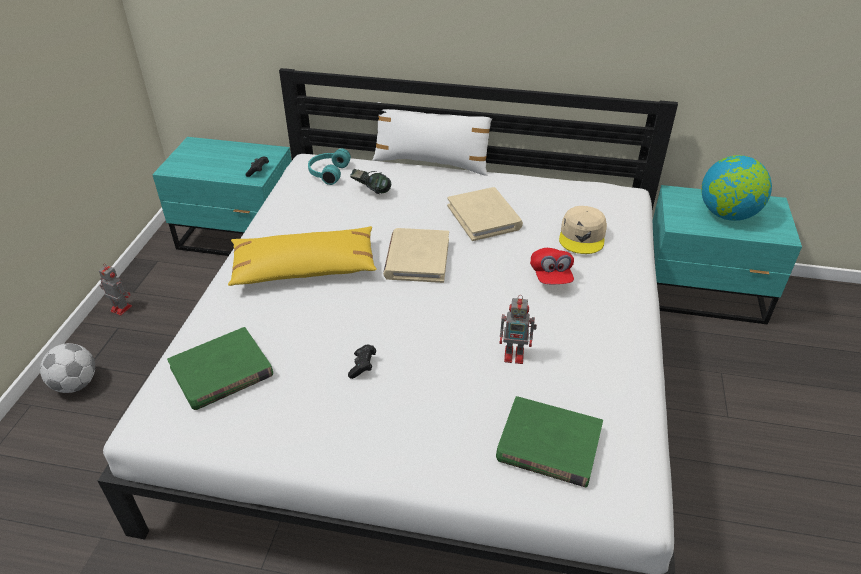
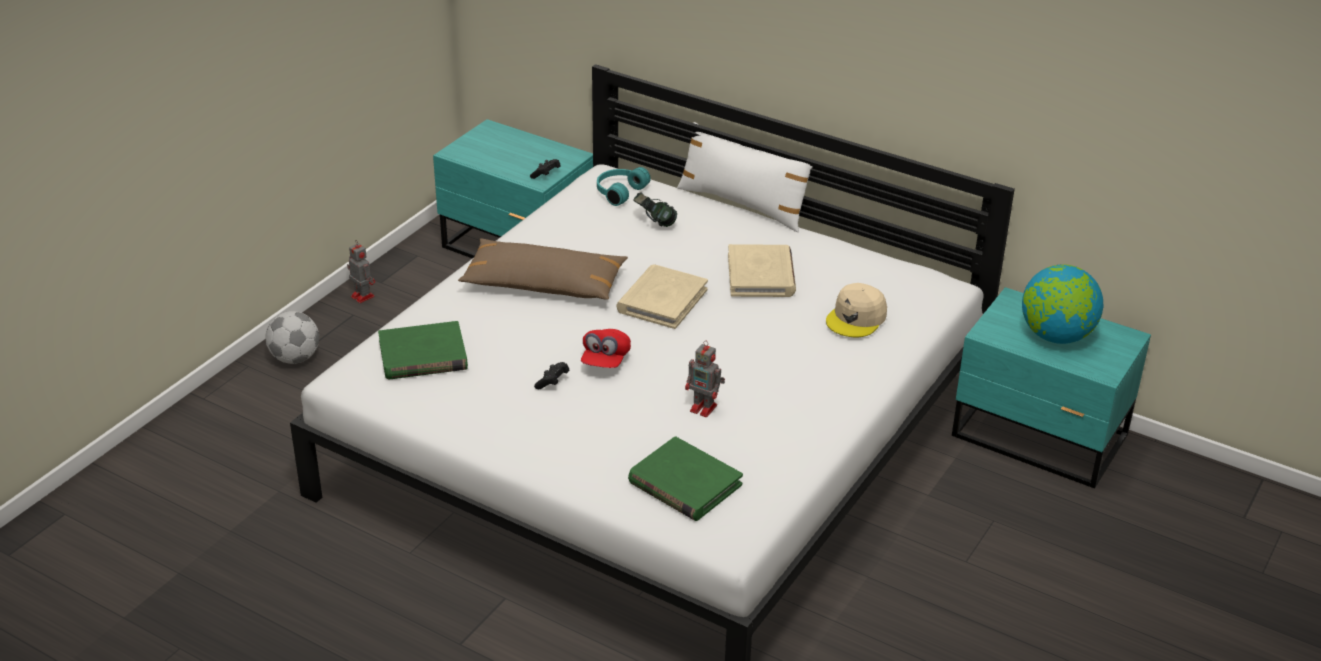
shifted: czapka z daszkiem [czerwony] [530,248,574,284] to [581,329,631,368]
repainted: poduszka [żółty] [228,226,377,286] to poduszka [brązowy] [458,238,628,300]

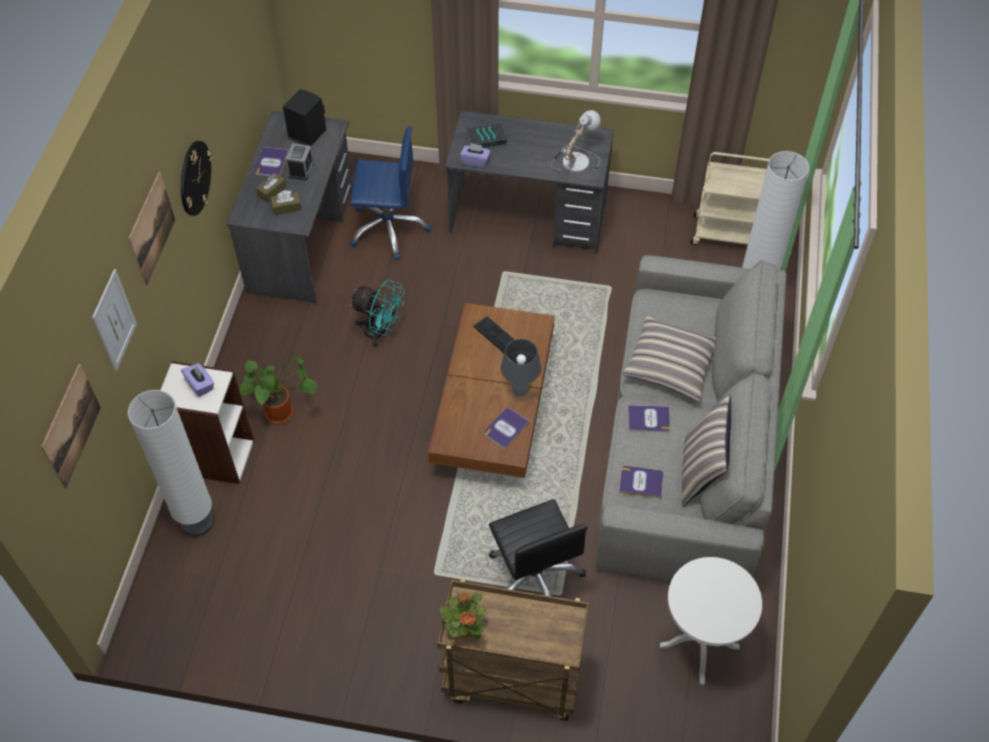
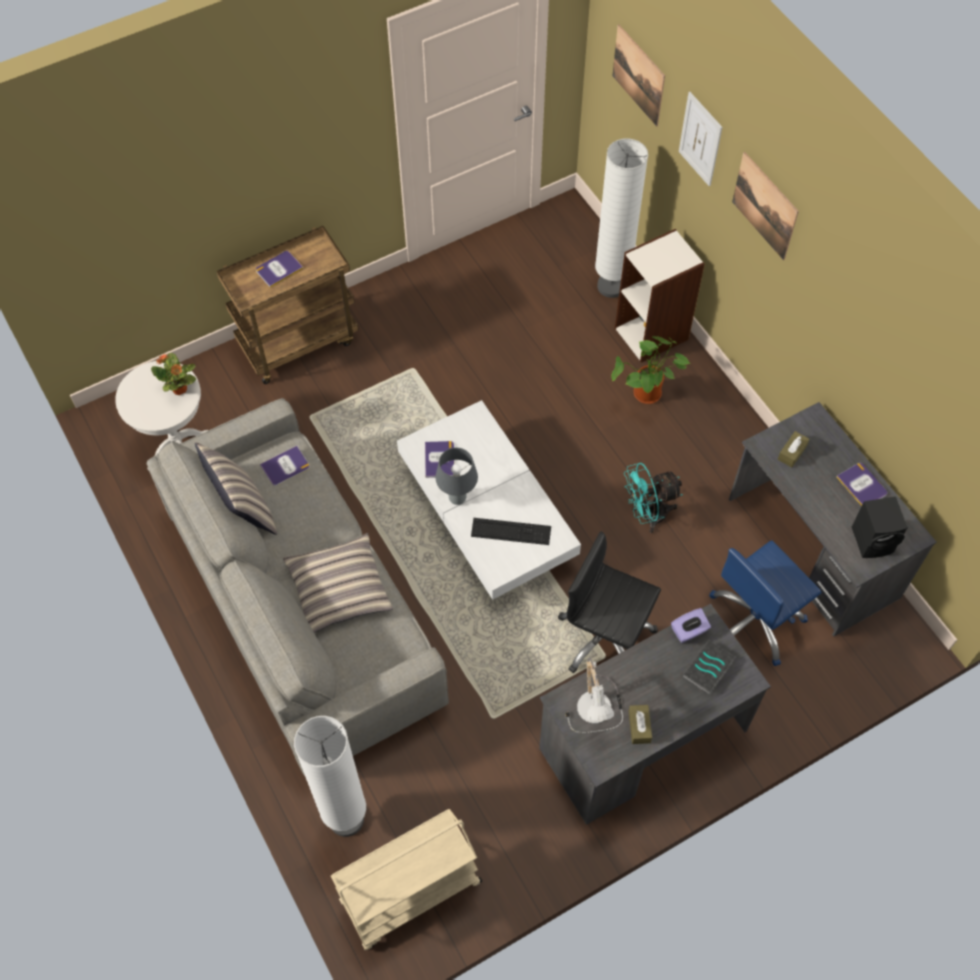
gone: zegar ścienny [181,141,212,216]; pudełko chusteczek [fioletowy] [181,363,214,397]; budzik [286,143,314,180]
shifted: pudełko chusteczek [brązowy] [256,173,286,203] to [629,705,652,744]; roślina doniczkowa [440,593,486,640] to [151,353,196,395]; krzesło biurowe [czarny] [489,499,588,596] to [558,531,661,673]; książka [628,405,670,432] to [256,251,303,288]
repainted: ława [brązowy] [428,303,555,478] to ława [biały] [397,400,581,600]

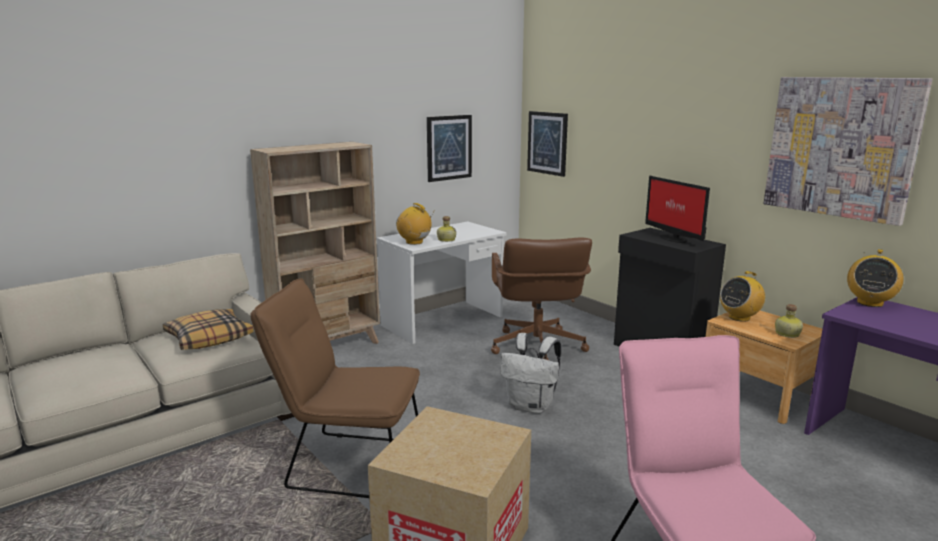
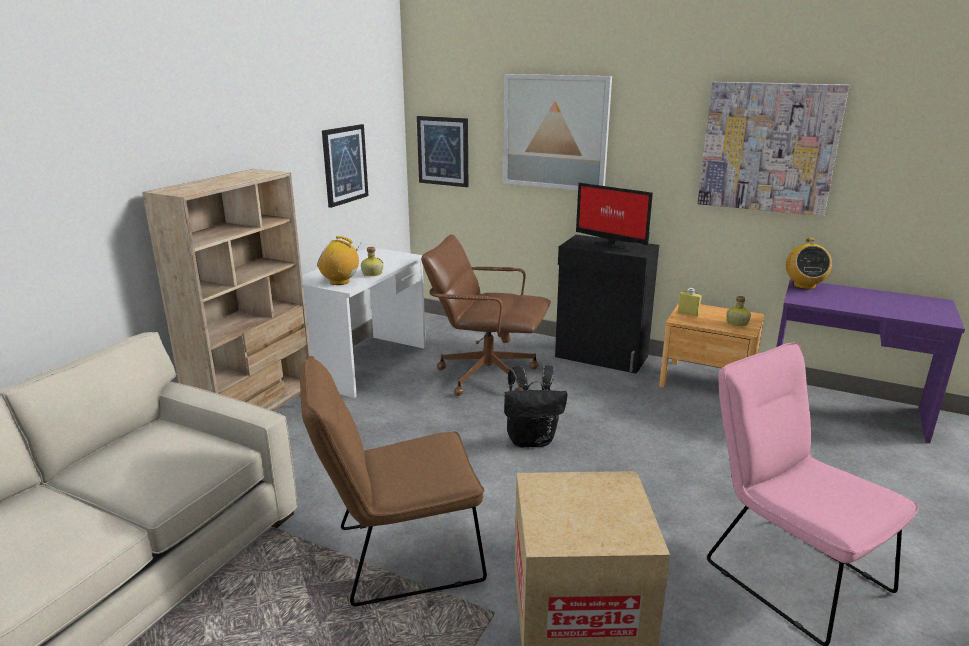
gone: poduszka [163,309,253,350]
new: obraz [503,74,612,190]
swapped: radio [720,271,765,322] to butelka [żółty] [678,288,702,317]
repainted: plecak [biały] [500,333,561,414] to plecak [czarny] [504,365,568,448]
rotated: krzesło biurowe [brązowy] [491,237,592,361] = [421,234,551,396] 135 degrees clockwise

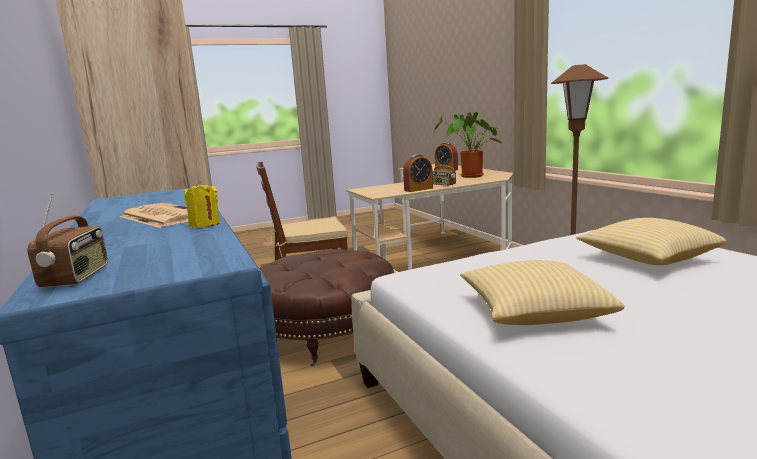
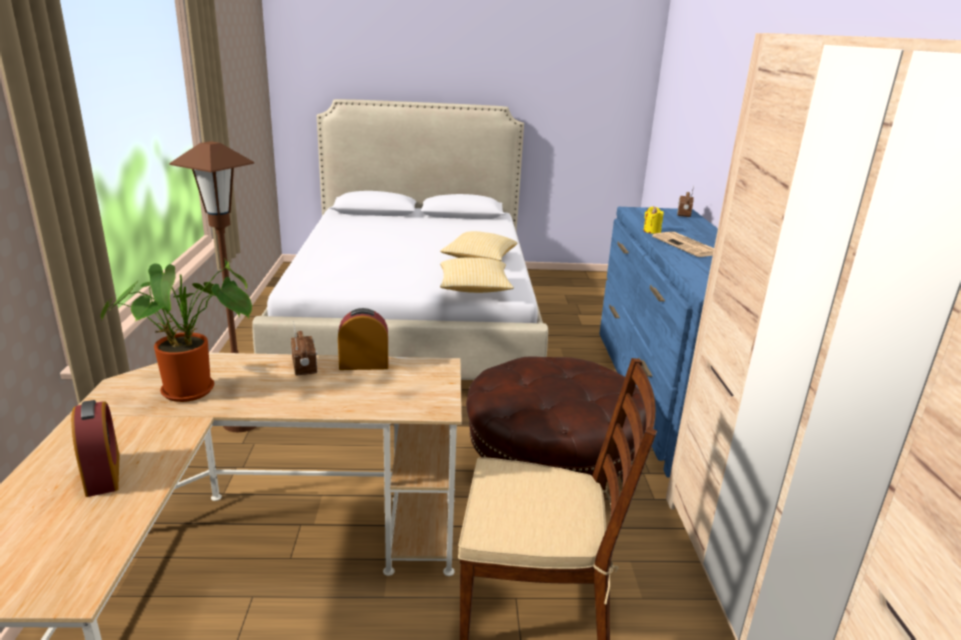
shifted: poduszka [576,218,726,265] to [440,258,514,293]

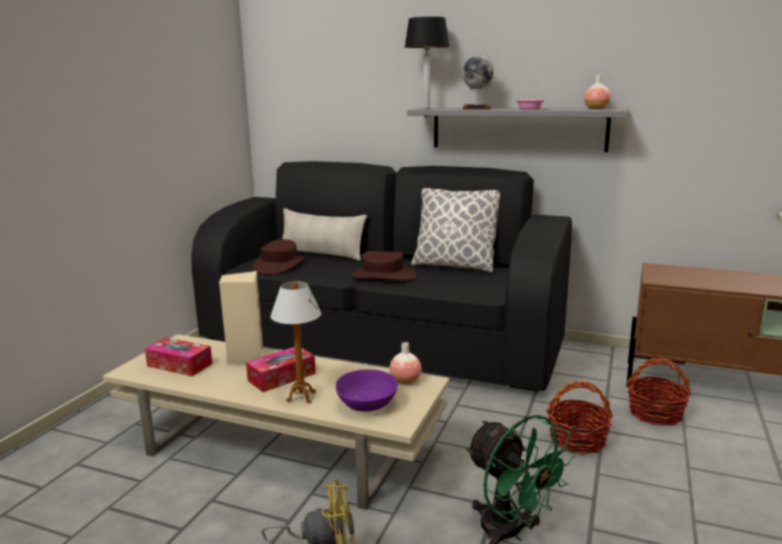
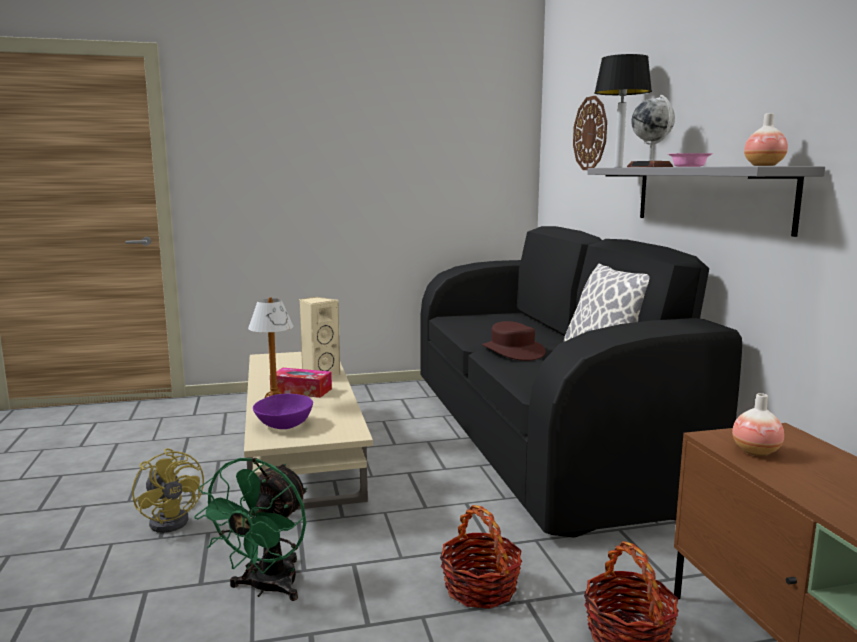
gone: pudełko chusteczek [145,337,212,376]; kapelusz [brązowy] [253,239,305,274]; poduszka [beżowy] [282,208,367,261]
new: zegar ścienny [573,96,607,170]
shifted: wazon [389,342,422,384] to [732,393,784,456]

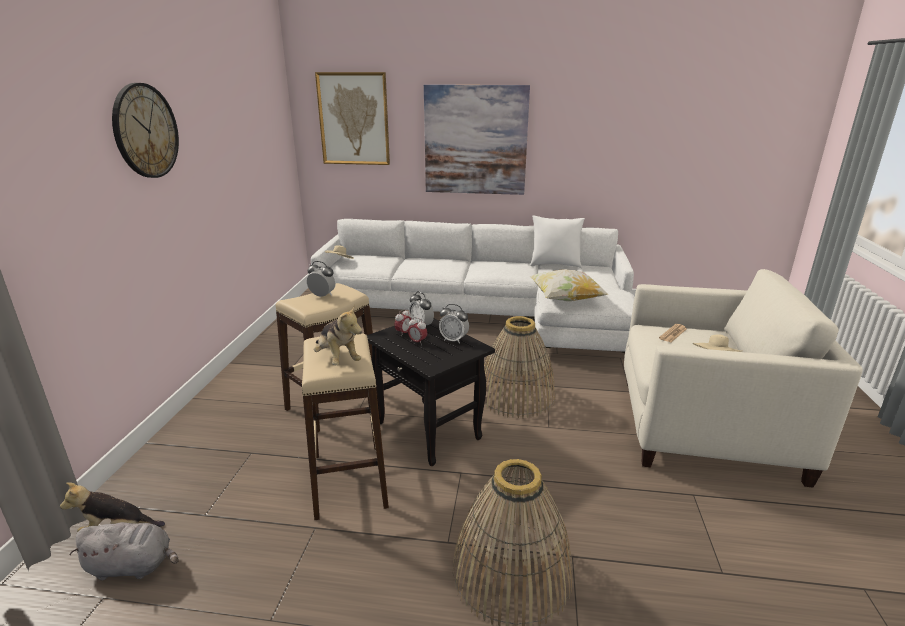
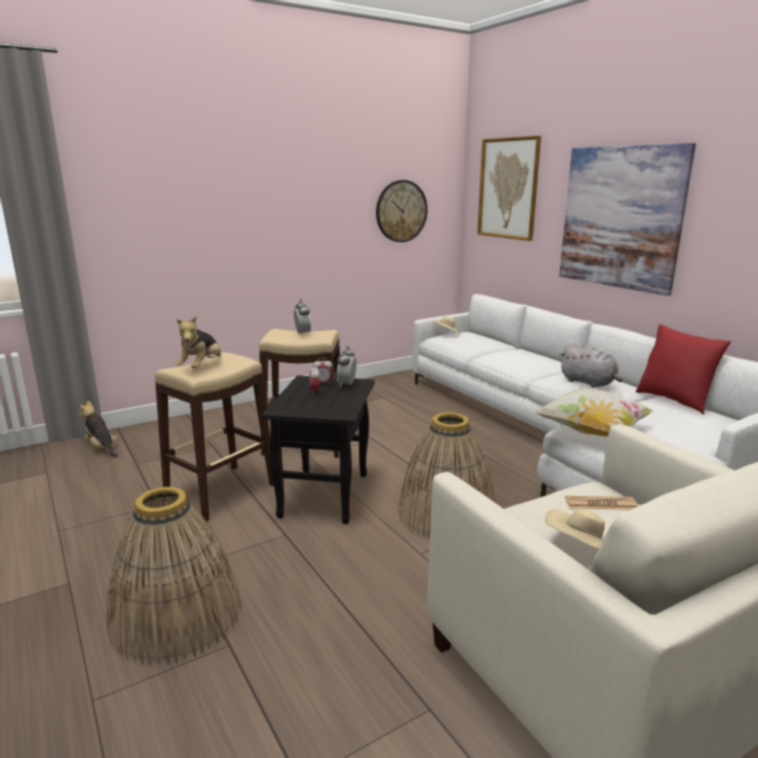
gone: budzik [439,304,469,344]
shifted: pluszak [szary] [69,522,178,580] to [559,343,622,388]; zegar ścienny [112,83,179,178] to [376,180,428,242]
repainted: poduszka [biały] [530,216,585,268] to poduszka [czerwony] [636,324,731,414]

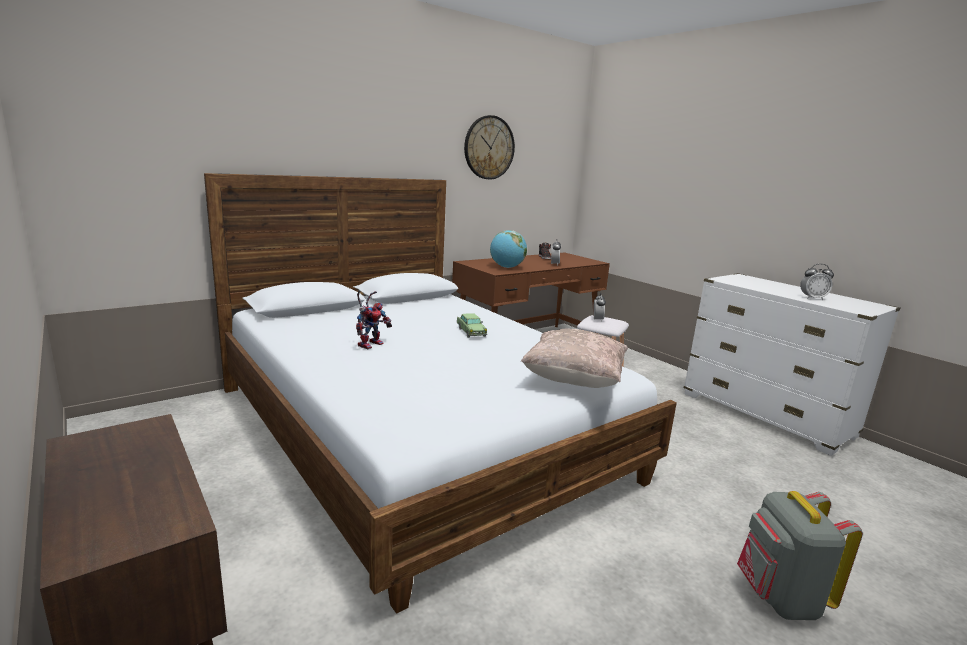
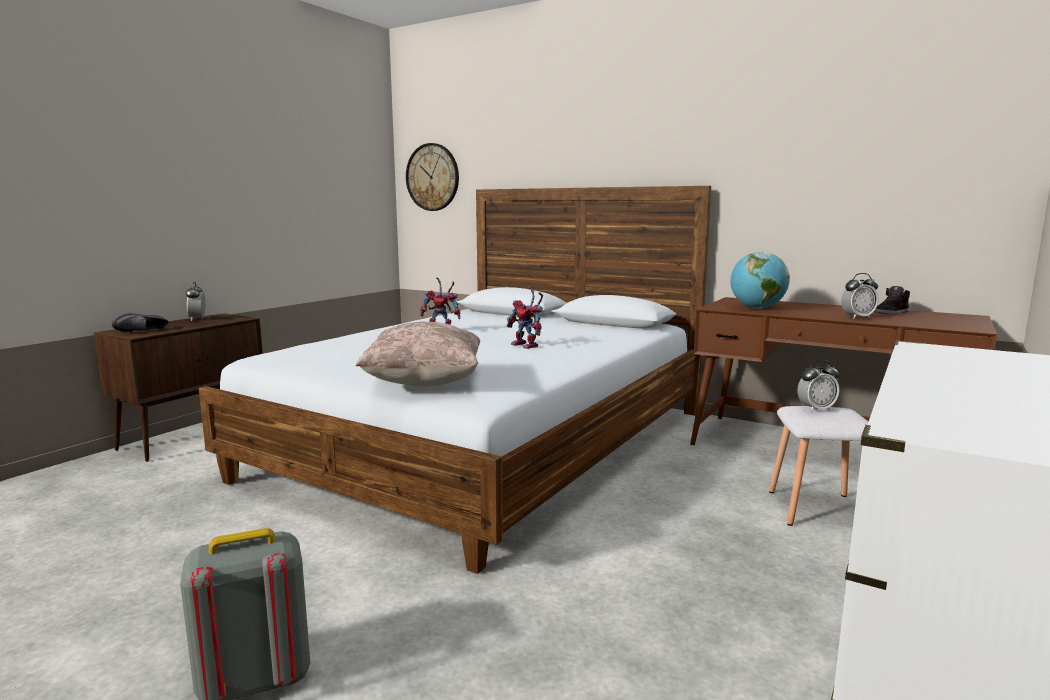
new: but [czarny] [112,313,169,332]
shifted: zegar ścienny [464,115,515,180] to [406,143,459,211]; budzik [800,264,834,300] to [186,282,205,321]
swapped: samochodzik [457,313,487,338] to robot zabawkowy [507,286,543,349]

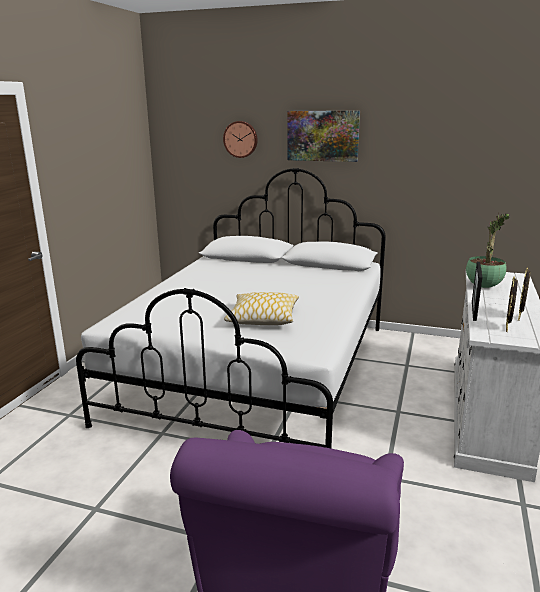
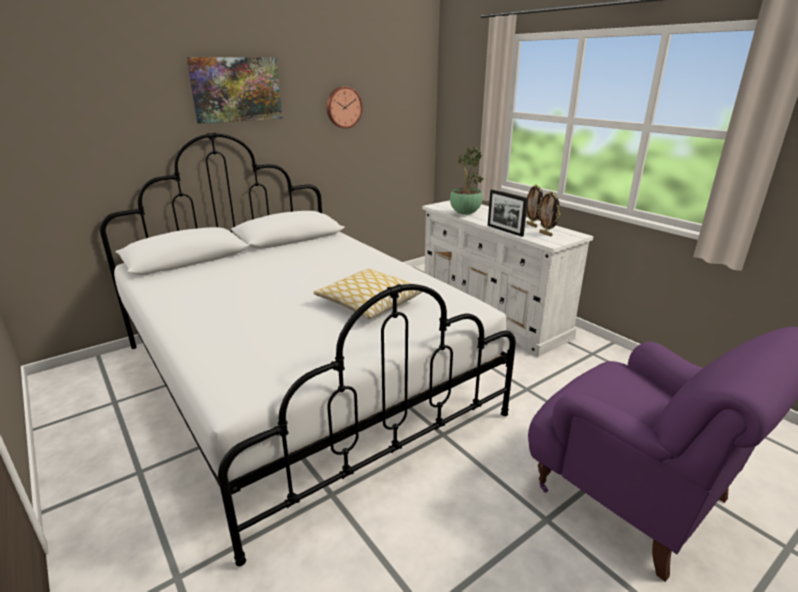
shifted: zegar ścienny [223,121,258,158] to [327,86,363,128]

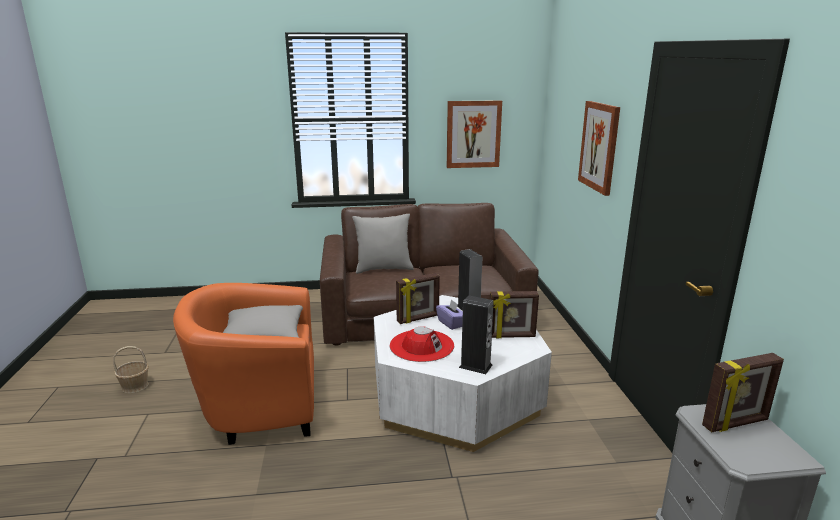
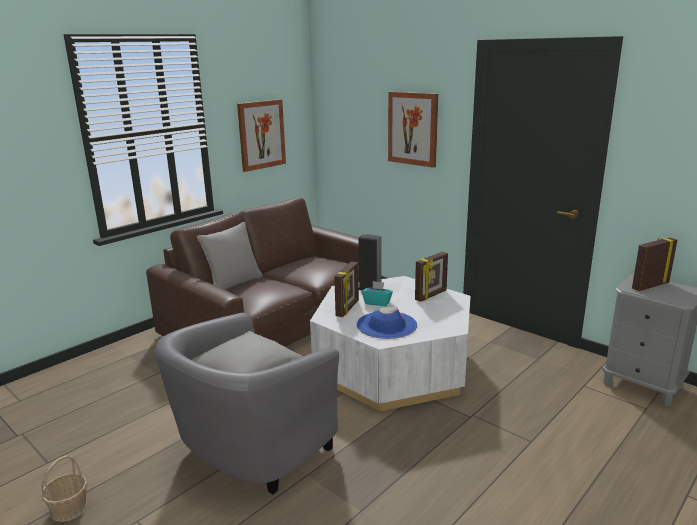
gone: głośnik [459,296,494,374]
repainted: fotel [pomarańczowy] [173,283,314,445] to fotel [szary] [155,313,339,494]; kapelusz [czerwony] [390,326,454,362] to kapelusz [niebieski] [357,306,417,339]; pudełko chusteczek [fioletowy] [436,299,463,330] to pudełko chusteczek [turkusowy] [362,281,393,306]
rotated: ramka na zdjęcie [702,353,784,432] = [632,237,677,291] 150 degrees counterclockwise

